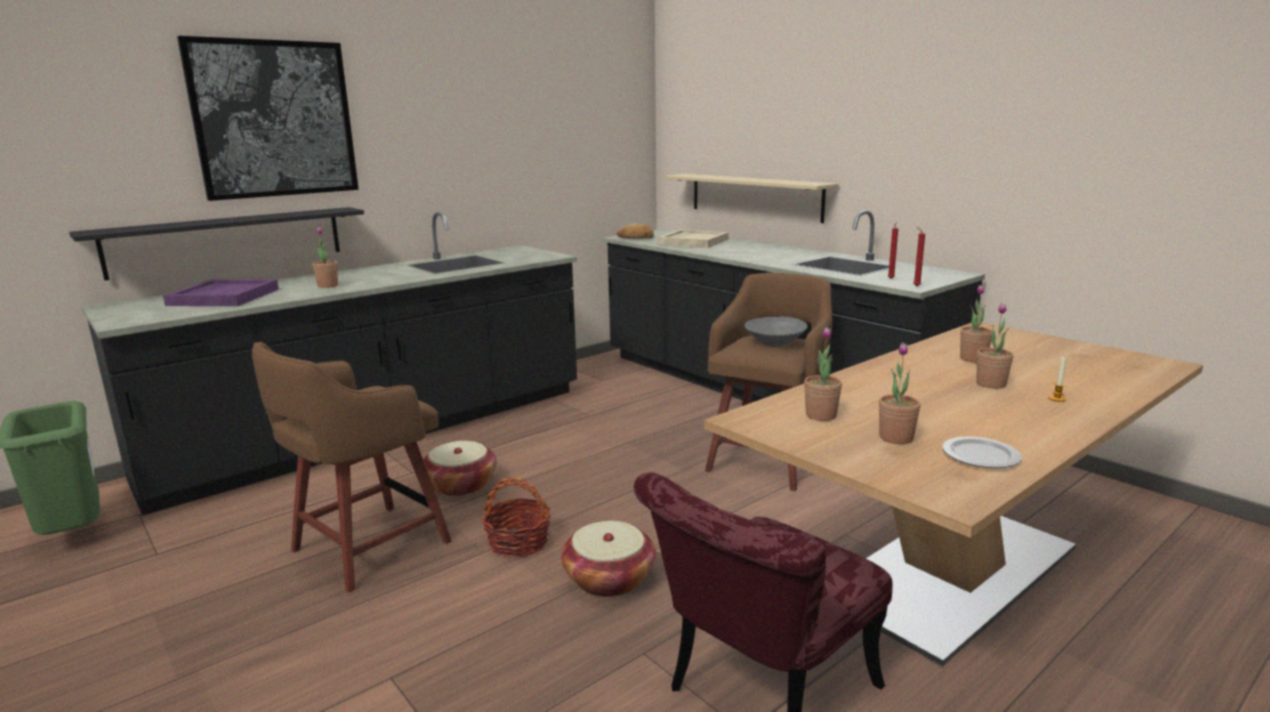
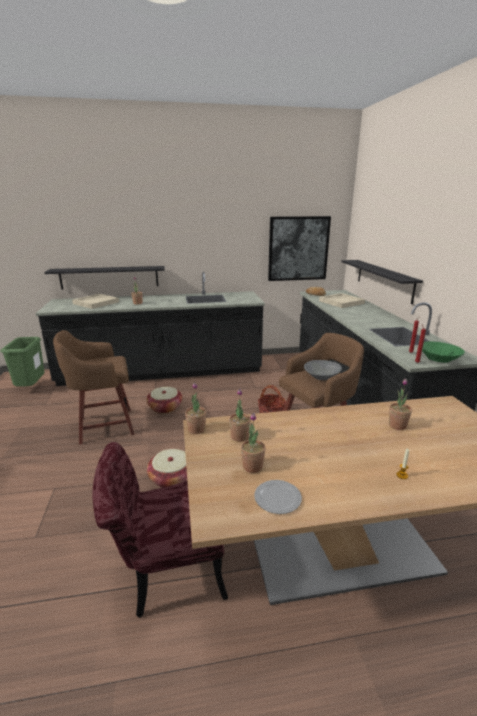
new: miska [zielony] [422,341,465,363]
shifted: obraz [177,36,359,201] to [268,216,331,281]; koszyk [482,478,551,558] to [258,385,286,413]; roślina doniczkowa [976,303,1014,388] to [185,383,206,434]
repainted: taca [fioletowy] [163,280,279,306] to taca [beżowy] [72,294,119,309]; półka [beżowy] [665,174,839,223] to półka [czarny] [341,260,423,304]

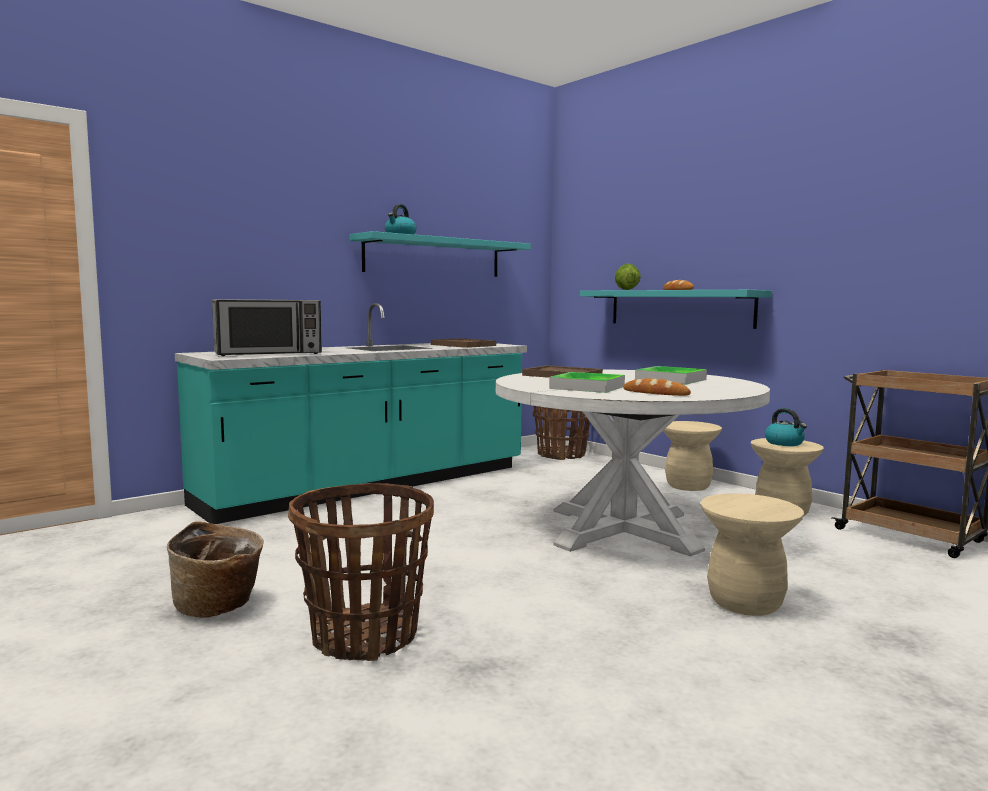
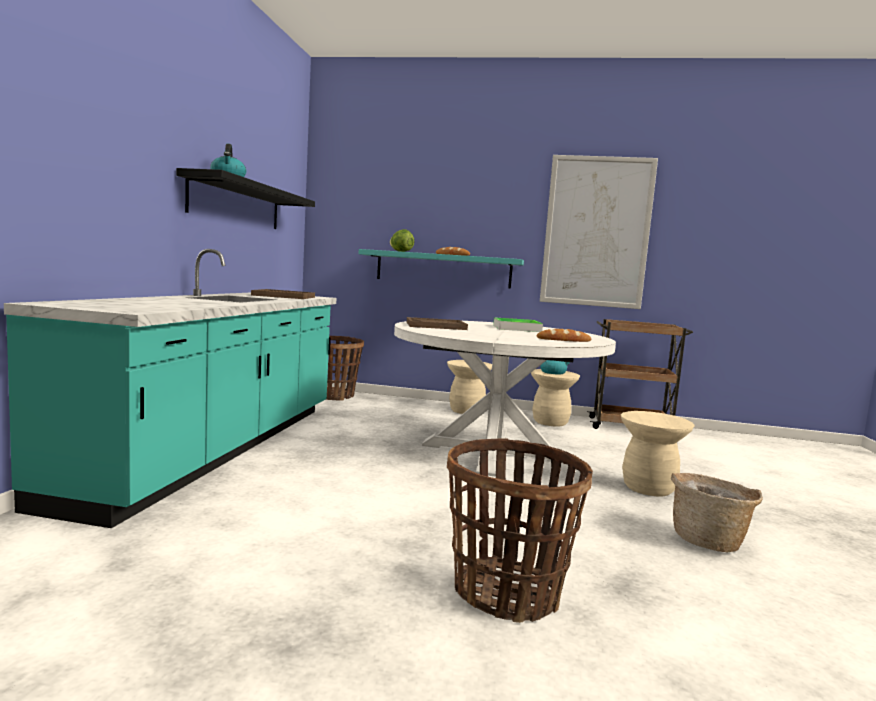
gone: mikrofalówka [212,299,322,356]; taca [549,372,625,393]
new: obraz [540,155,658,309]
shifted: koszyk [167,521,264,618] to [671,473,763,553]
repainted: półka [turkusowy] [349,231,531,277] to półka [czarny] [176,168,315,229]

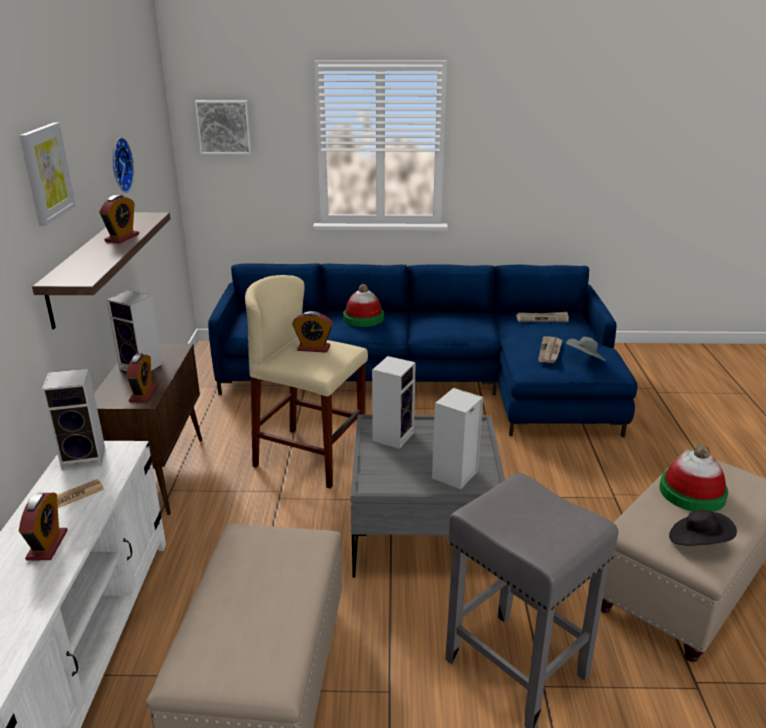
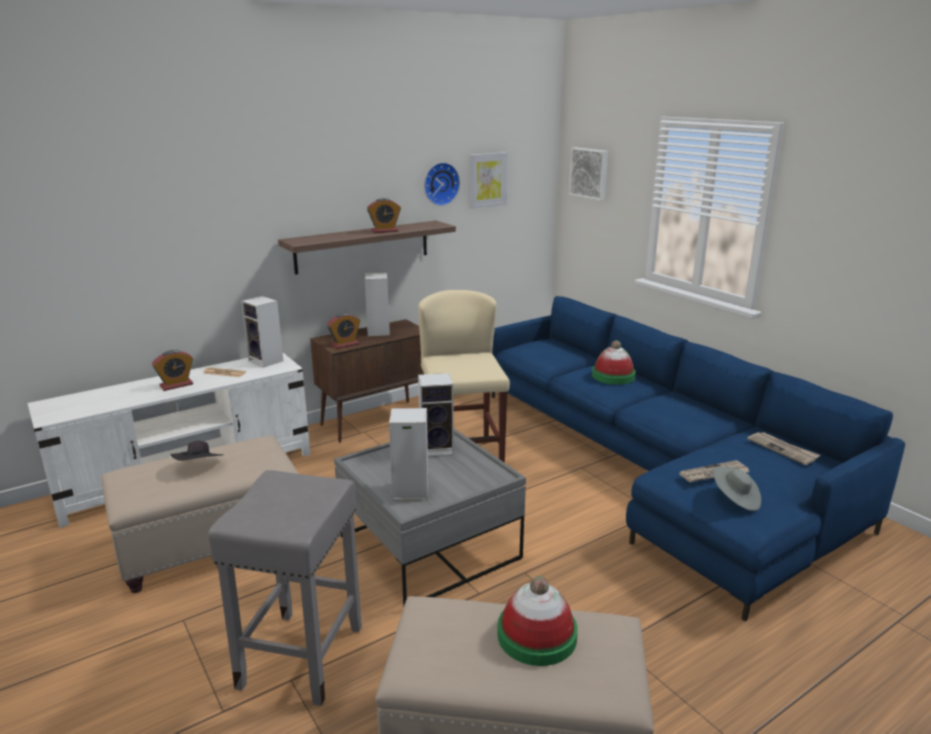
gone: budzik [292,311,333,353]
shifted: obraz [20,123,76,226] to [469,152,508,209]; kapelusz [czarny] [669,510,737,546] to [171,441,224,461]

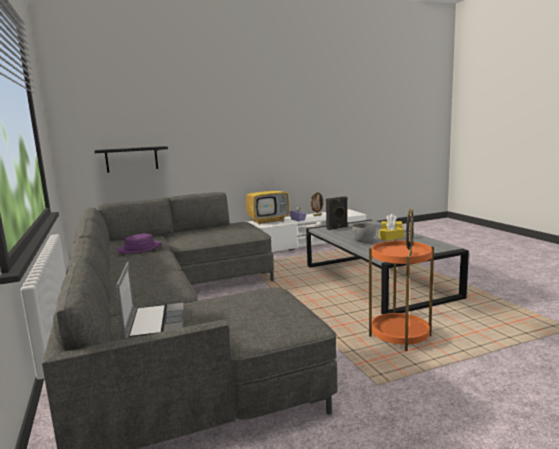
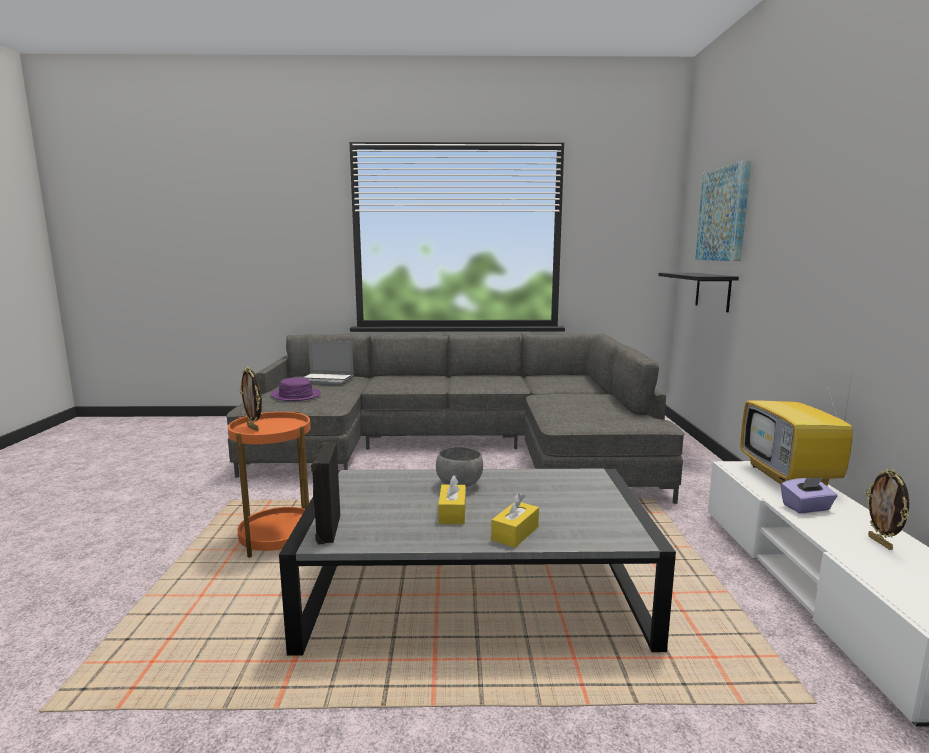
new: obraz [695,160,751,261]
shifted: kapelusz [fioletowy] [116,234,162,254] to [271,377,321,401]; głośnik [czarny] [326,196,348,230] to [311,442,340,544]

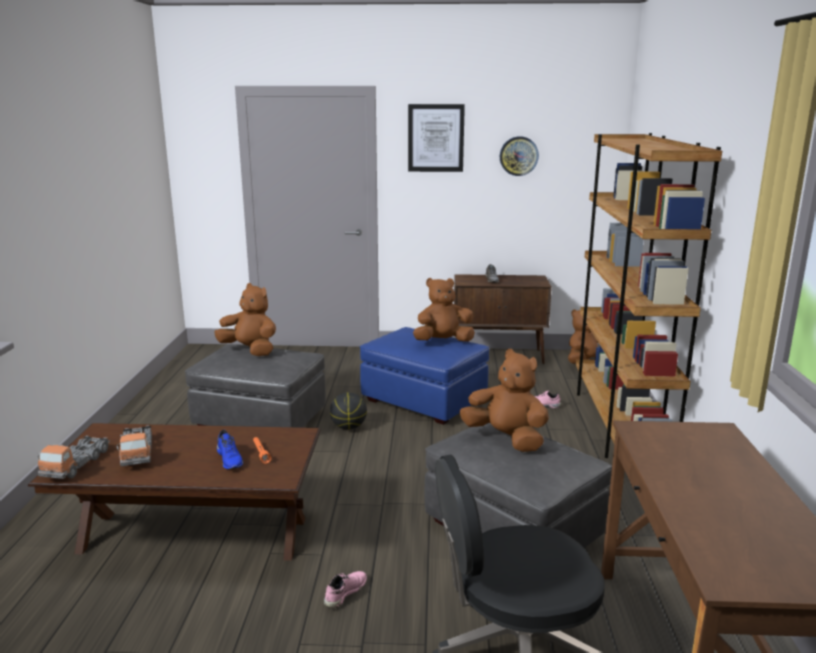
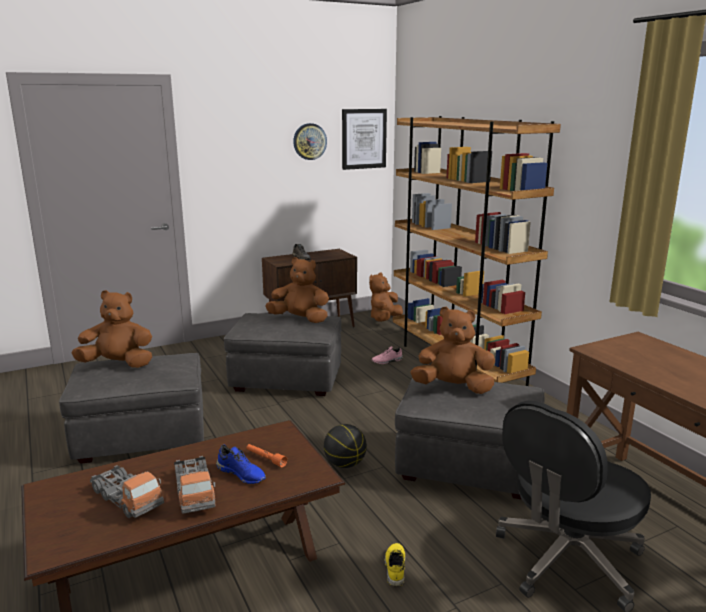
shifted: ciężarówka zabawkowa [37,436,110,479] to [174,456,215,514]; piłka do koszykówki [330,392,367,429] to [324,424,367,468]; obraz [408,104,465,172] to [342,109,387,170]
repainted: but [różowy] [324,571,367,608] to but [żółty] [385,543,406,587]; pufa [niebieski] [360,327,489,425] to pufa [szary] [224,313,341,396]
rotated: pluszak [brązowy] [413,278,475,342] = [265,257,329,323] 60 degrees clockwise

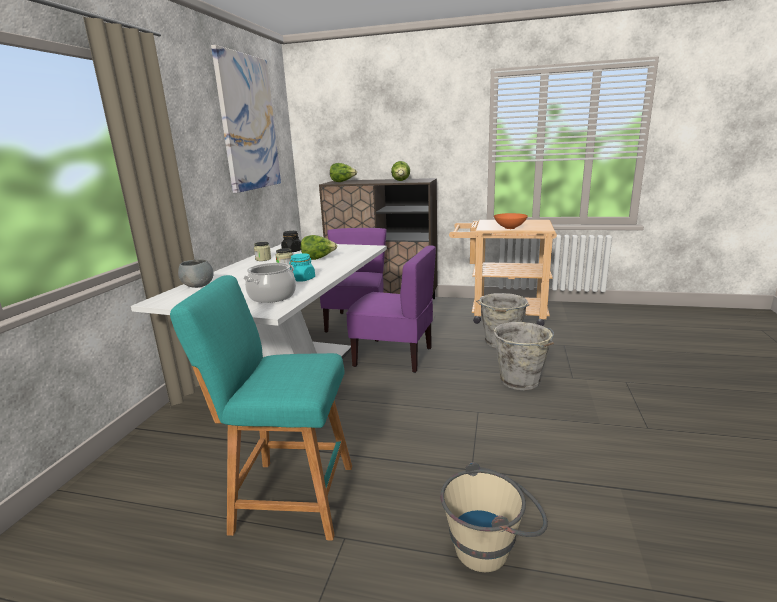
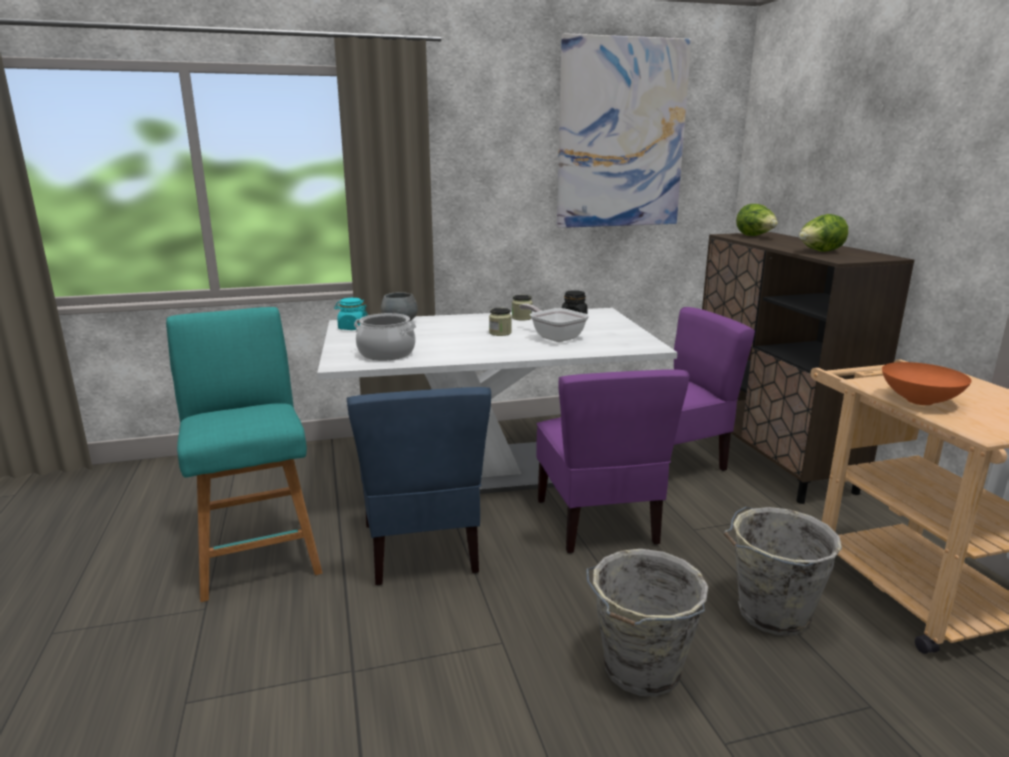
gone: wiadro [beżowy] [440,462,548,572]
new: krzesło [niebieski] [347,387,491,586]
shifted: słoik [turkusowy] [289,254,315,282] to [334,298,368,330]
swapped: sałata [301,235,337,260] to patelnia [519,304,589,342]

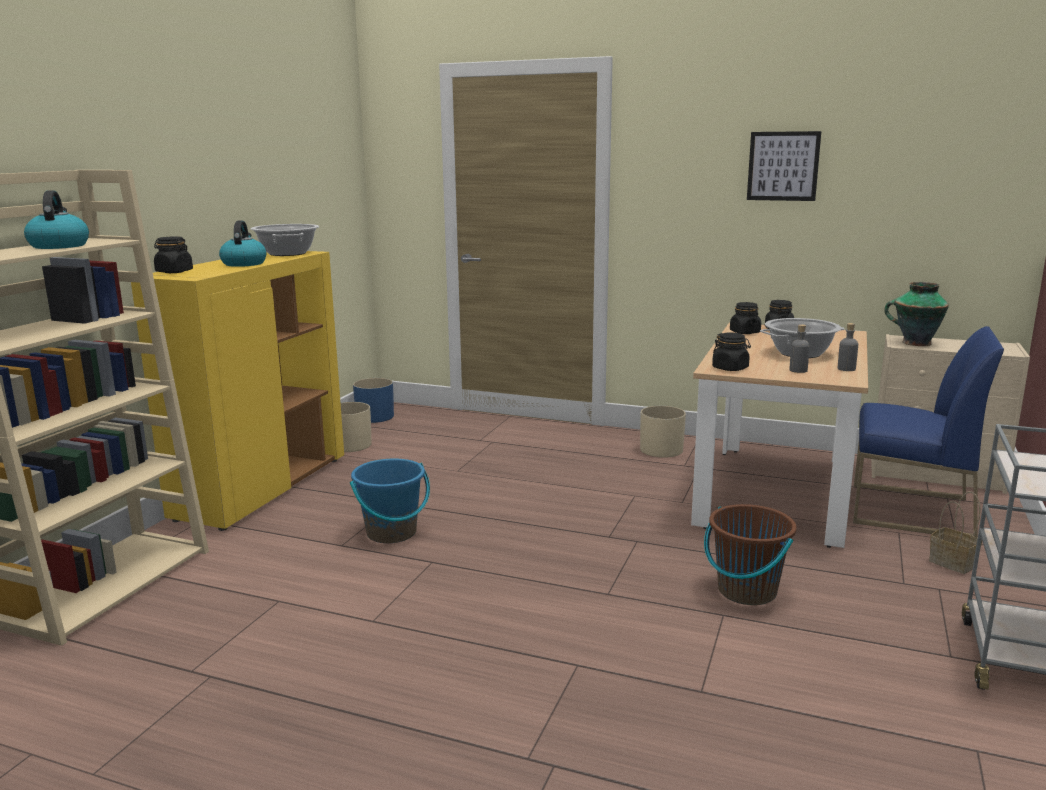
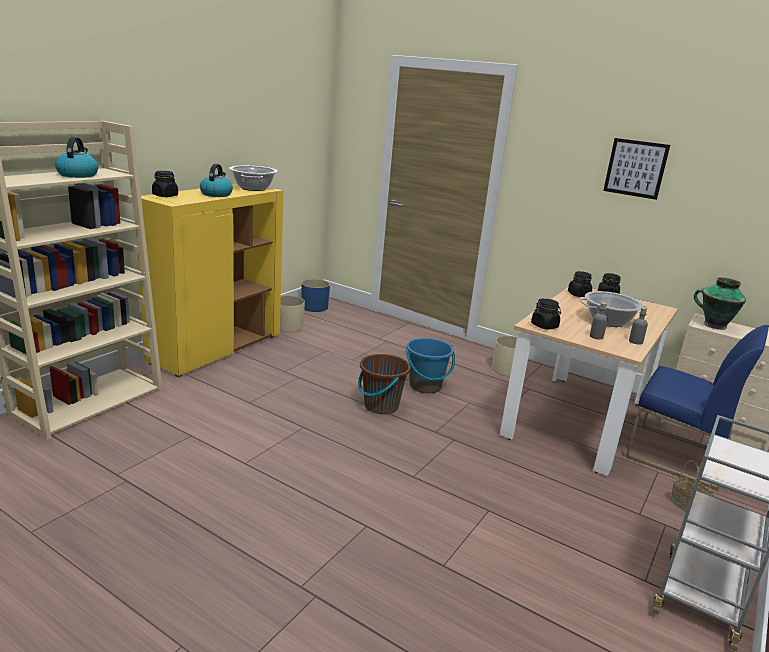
shifted: wiadro [niebieski] [350,459,430,543] to [406,338,455,393]; wiadro [brązowy] [704,504,797,605] to [358,354,411,414]

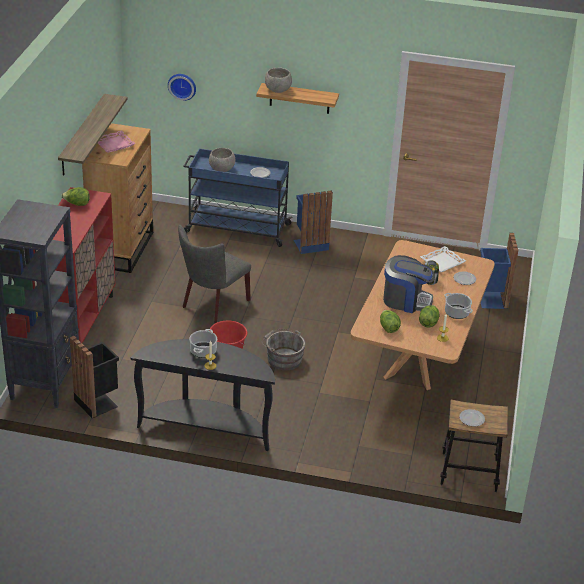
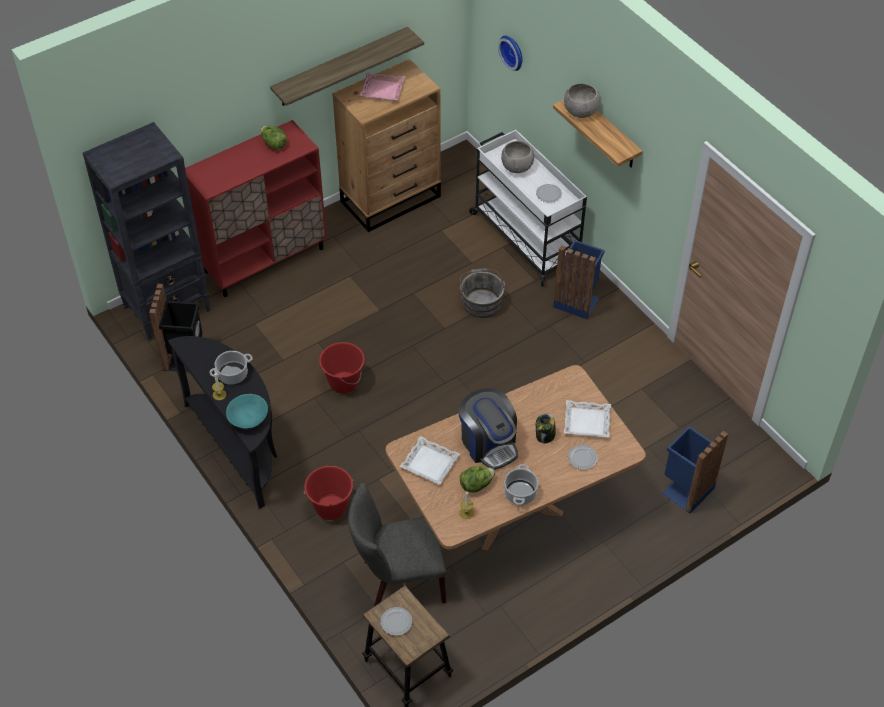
new: miska [turkusowy] [226,394,268,429]; wiadro [czerwony] [304,466,353,520]
shifted: krzesło [szary] [178,224,251,323] to [348,483,447,607]; wiadro [szary] [262,328,306,370] to [460,268,505,318]
swapped: sałata [380,310,401,333] to taca [biały] [400,436,460,485]
repainted: wózek [niebieski] [184,148,293,247] to wózek [biały] [469,130,587,286]

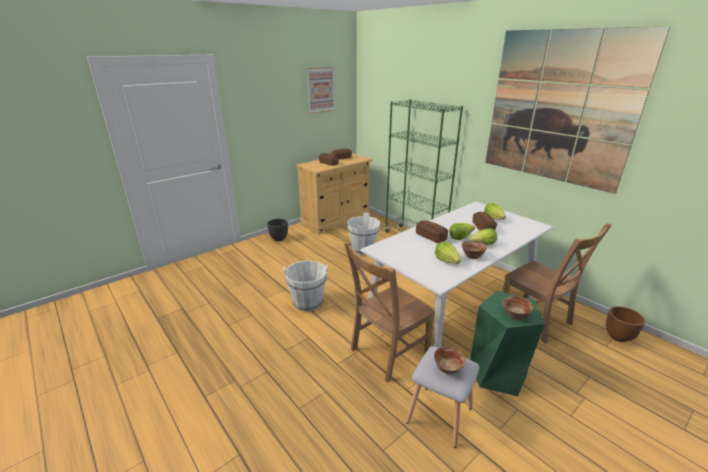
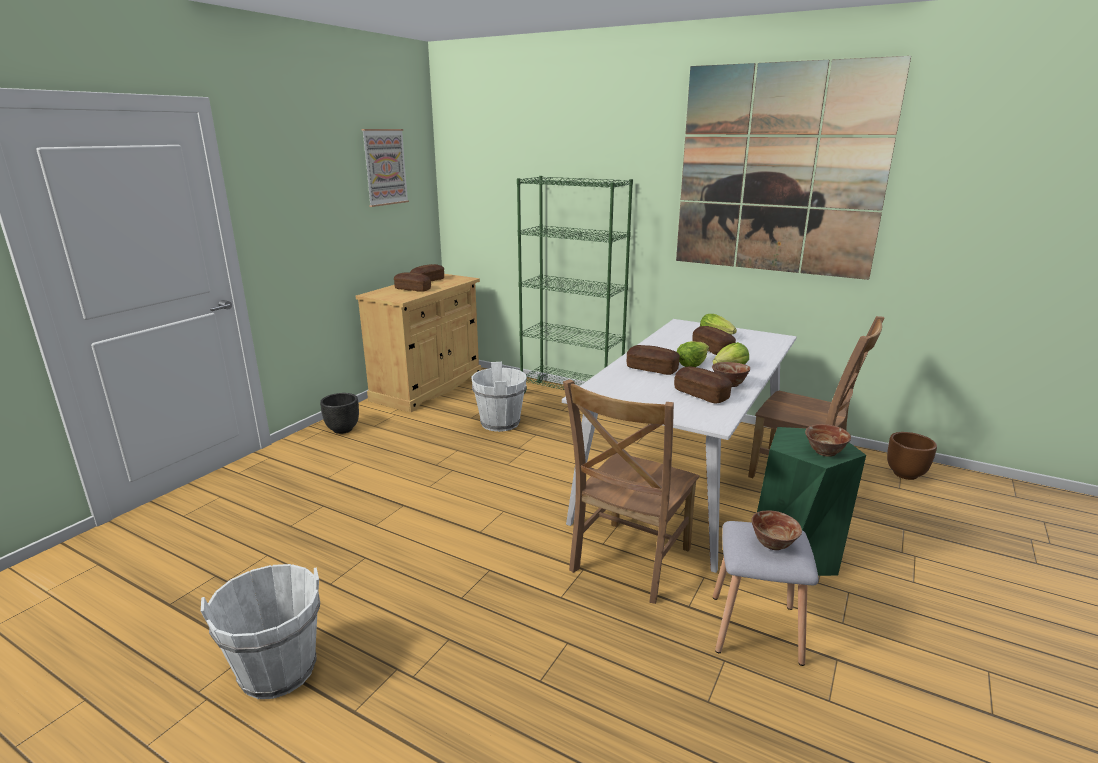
shifted: wiadro [biały] [284,261,327,311] to [201,564,320,699]
swapped: sałata [435,242,461,264] to chleb [674,366,732,403]

